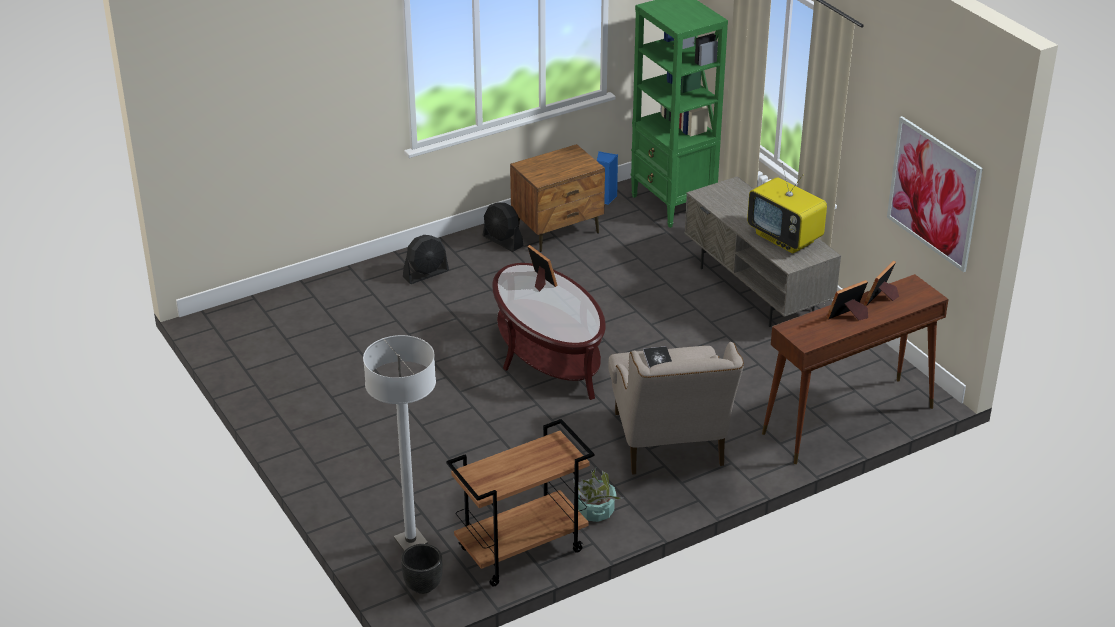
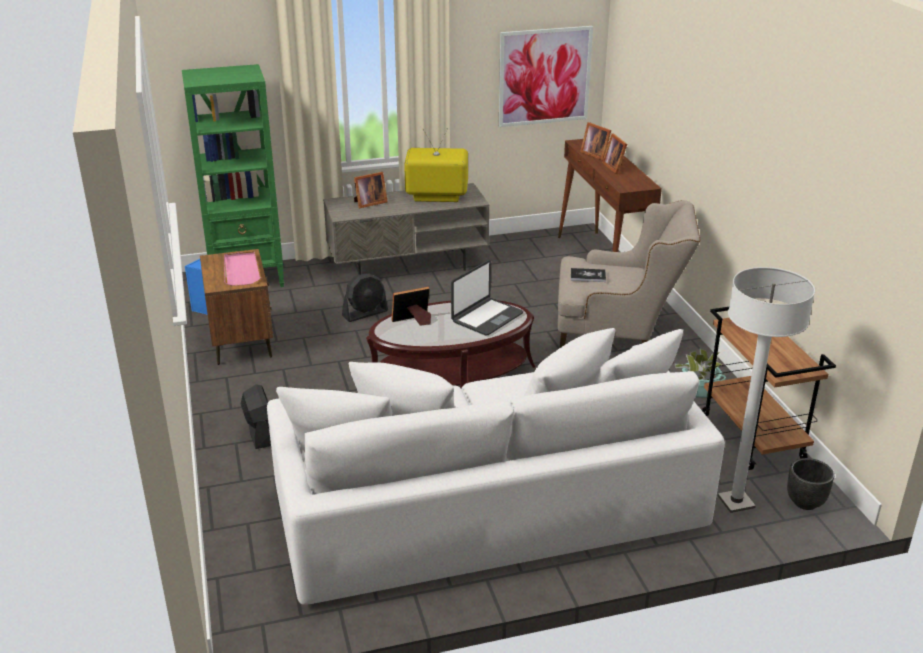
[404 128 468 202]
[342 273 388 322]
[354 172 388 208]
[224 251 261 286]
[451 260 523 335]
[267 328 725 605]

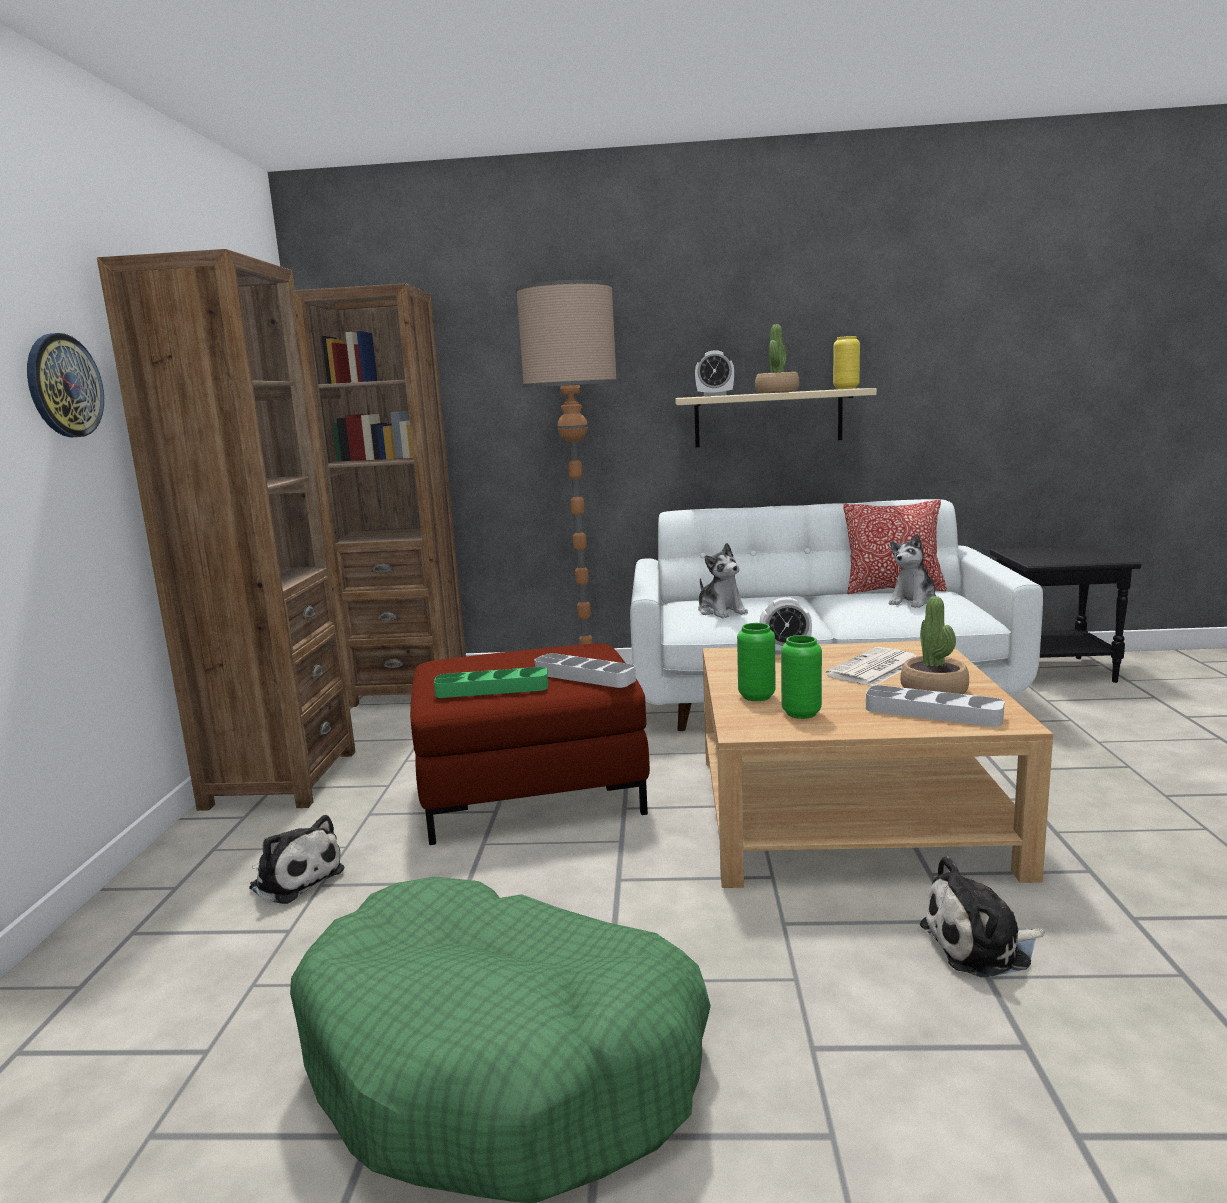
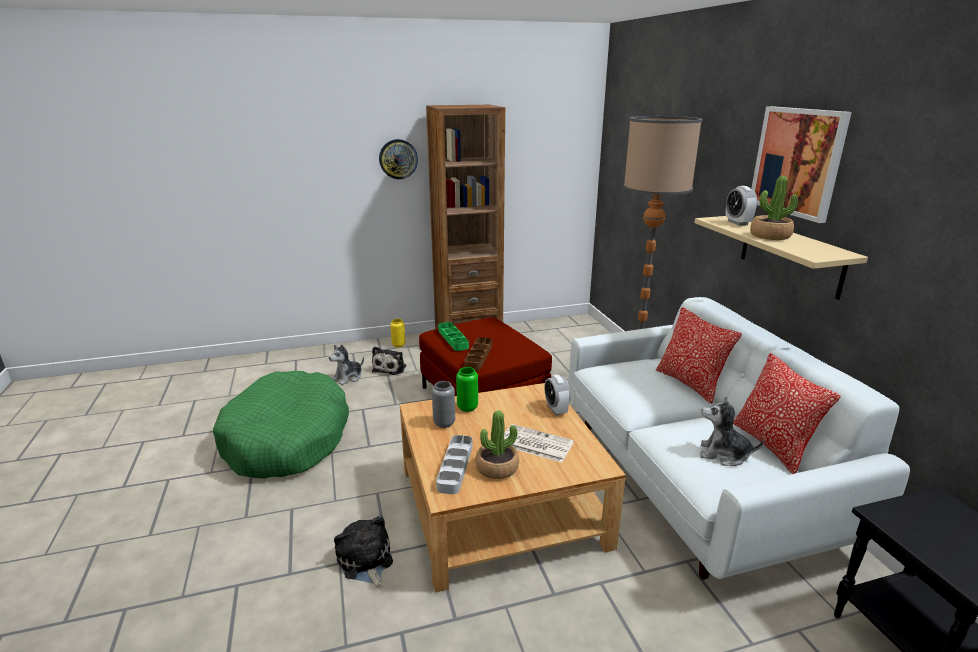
[295 283 466 707] (first image)
[390 319 406 348]
[329 344 364 385]
[432 381 455 428]
[464 337 492 370]
[751 106 852 223]
[656 307 742 404]

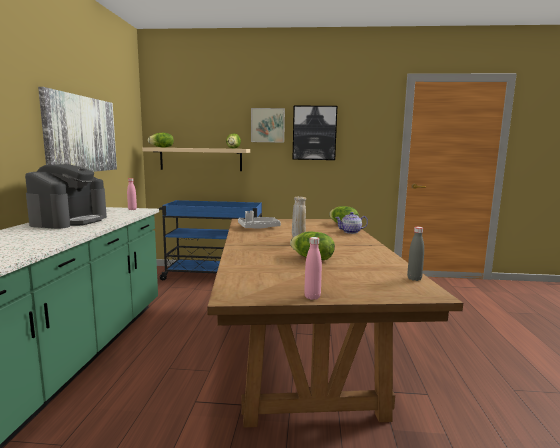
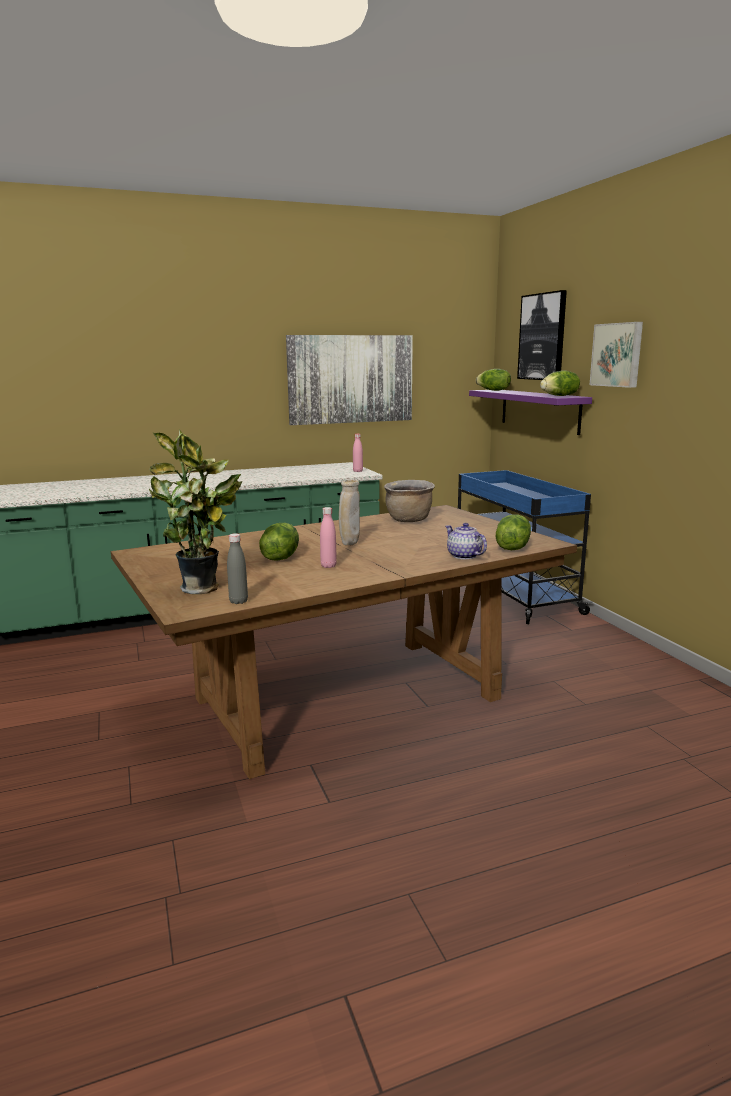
[517 290 567 380]
[469 390 592 435]
[25 164 107 229] (first image)
[384 480 435 522]
[320 507 337 568]
[149 429 242 594]

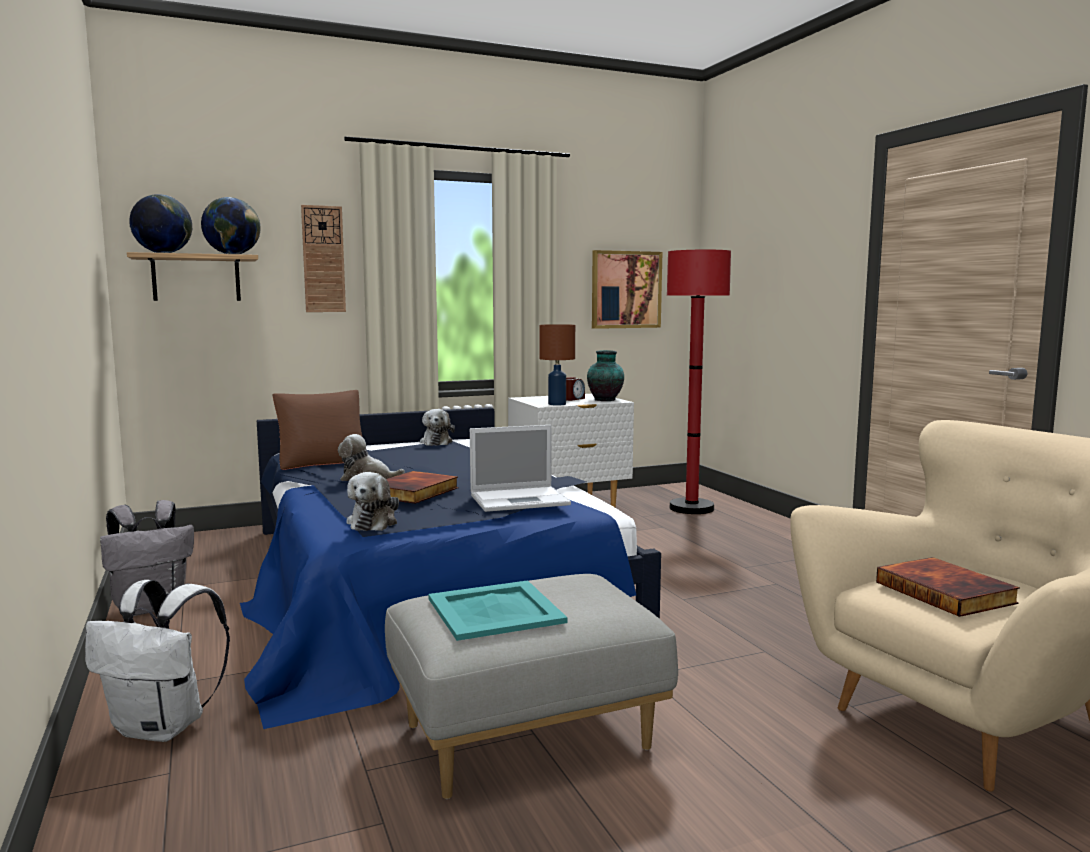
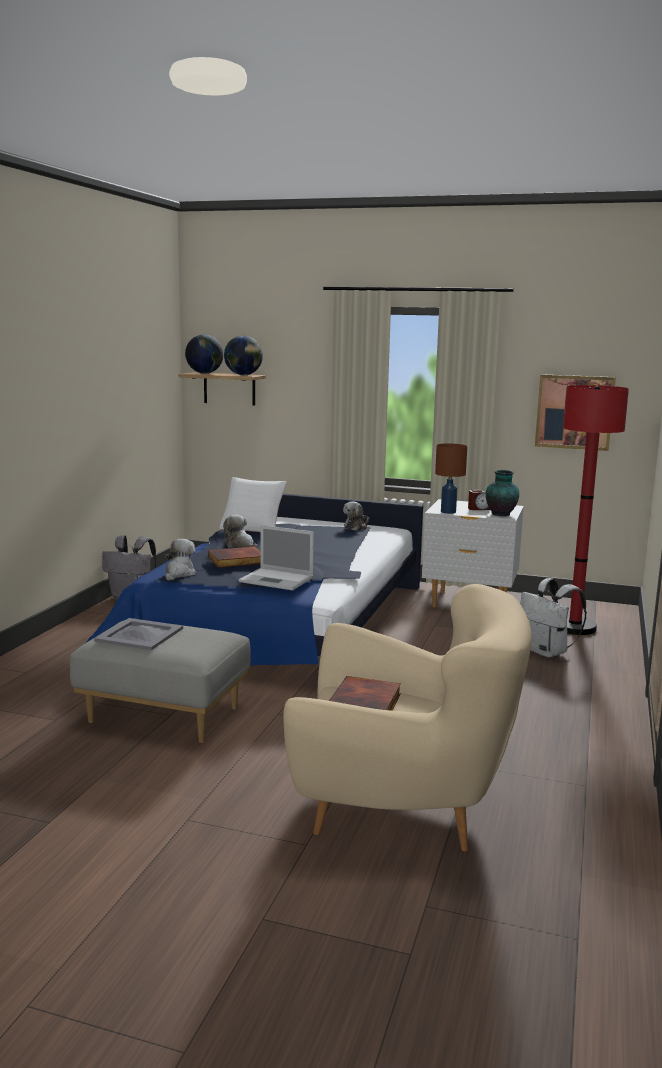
[301 205 346 312] (first image)
[219 477 287 532]
[165 539 196 581]
[520 578 587 658]
[94 618 183 650]

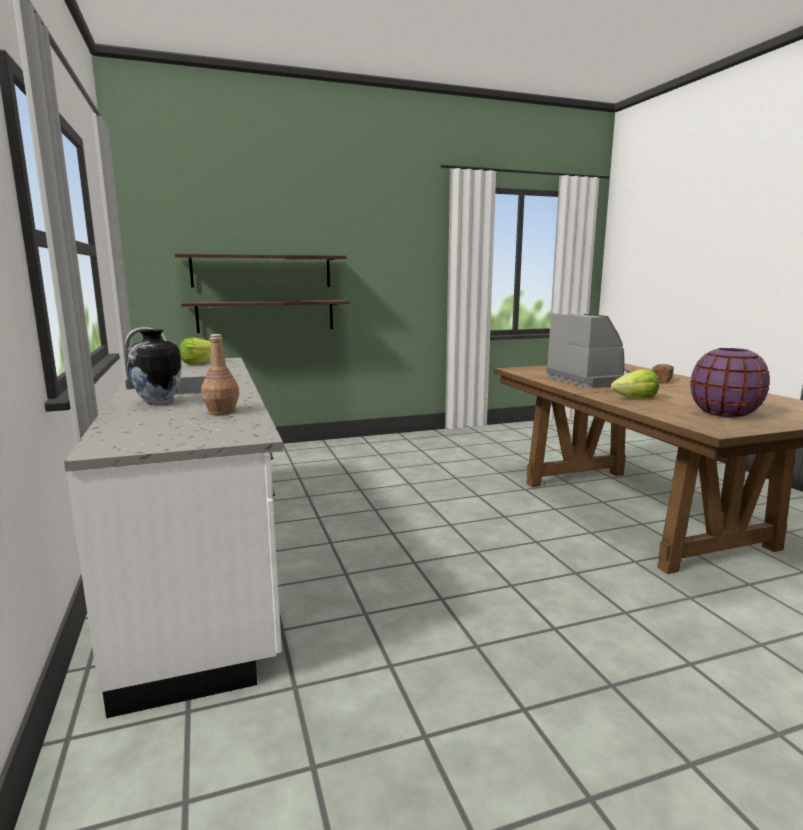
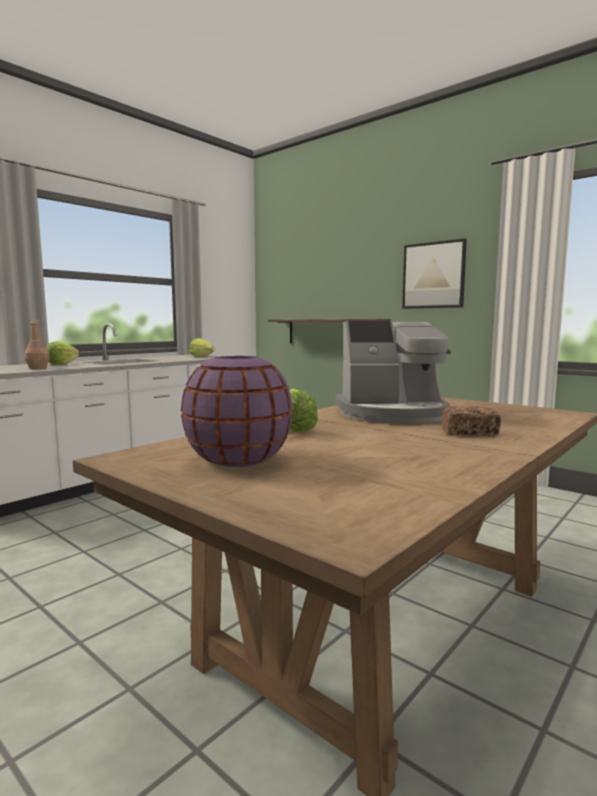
[175 254 346 288] (first image)
[335 321 451 424]
[46 341 80 365]
[402 238 467 309]

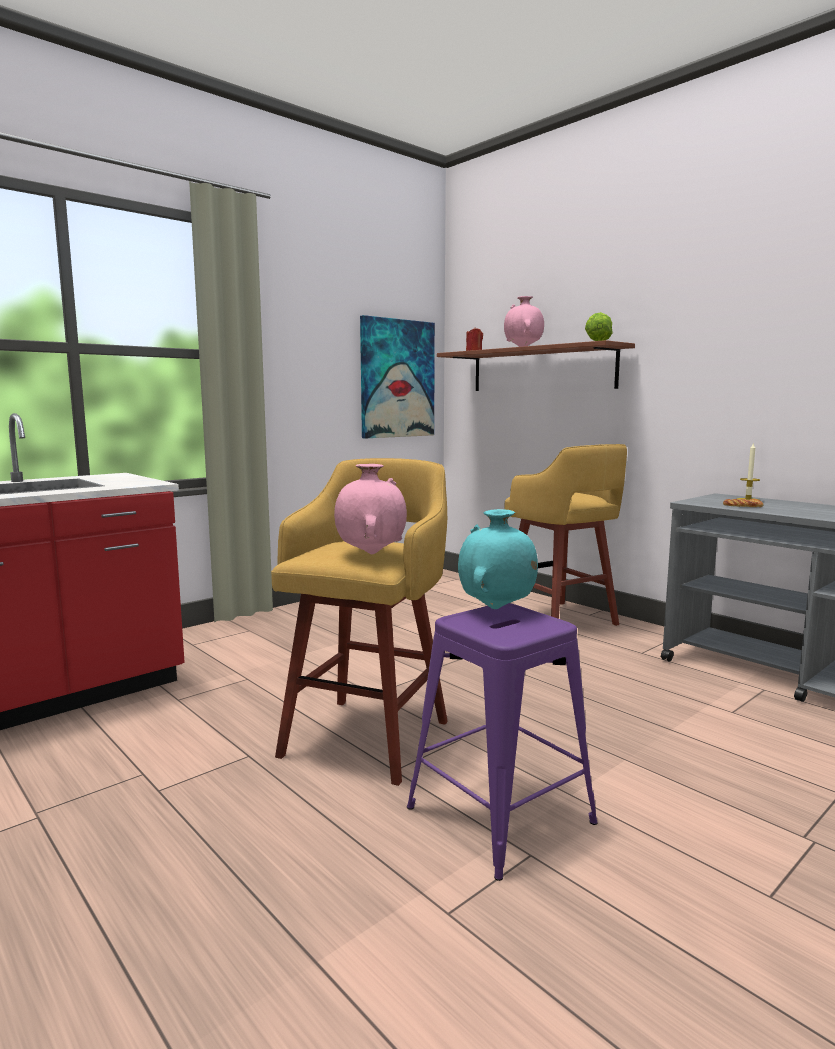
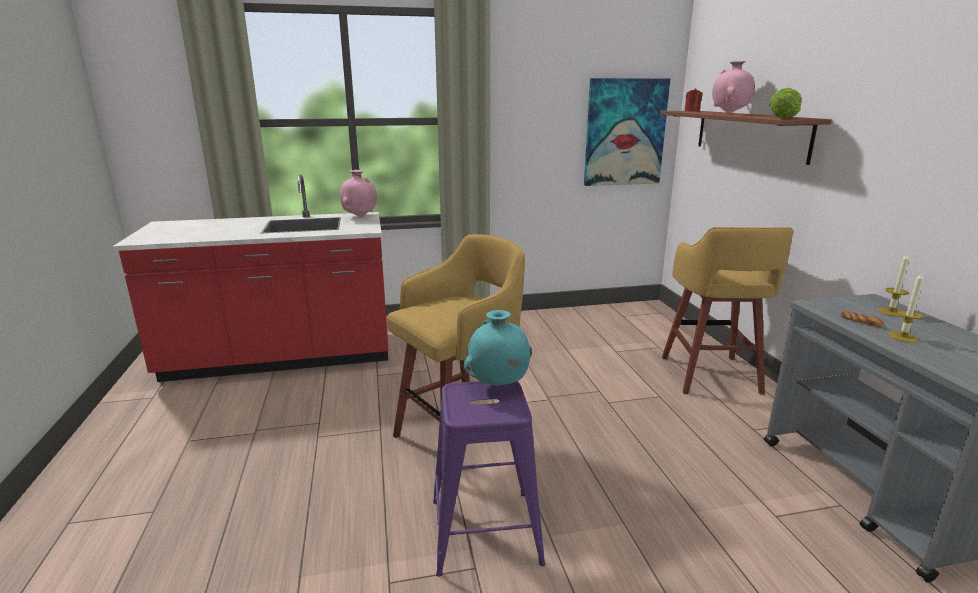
[339 170 377 217]
[888 272 923 343]

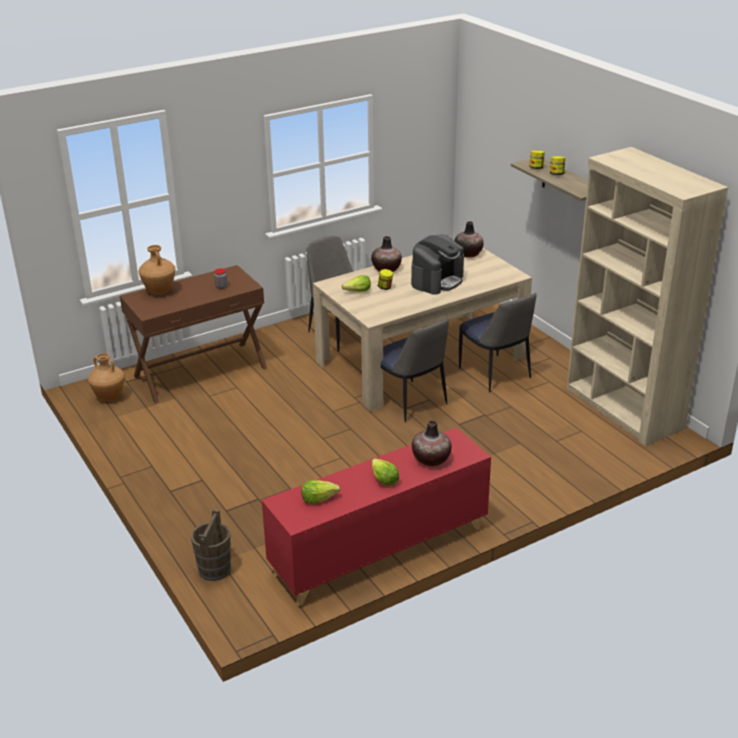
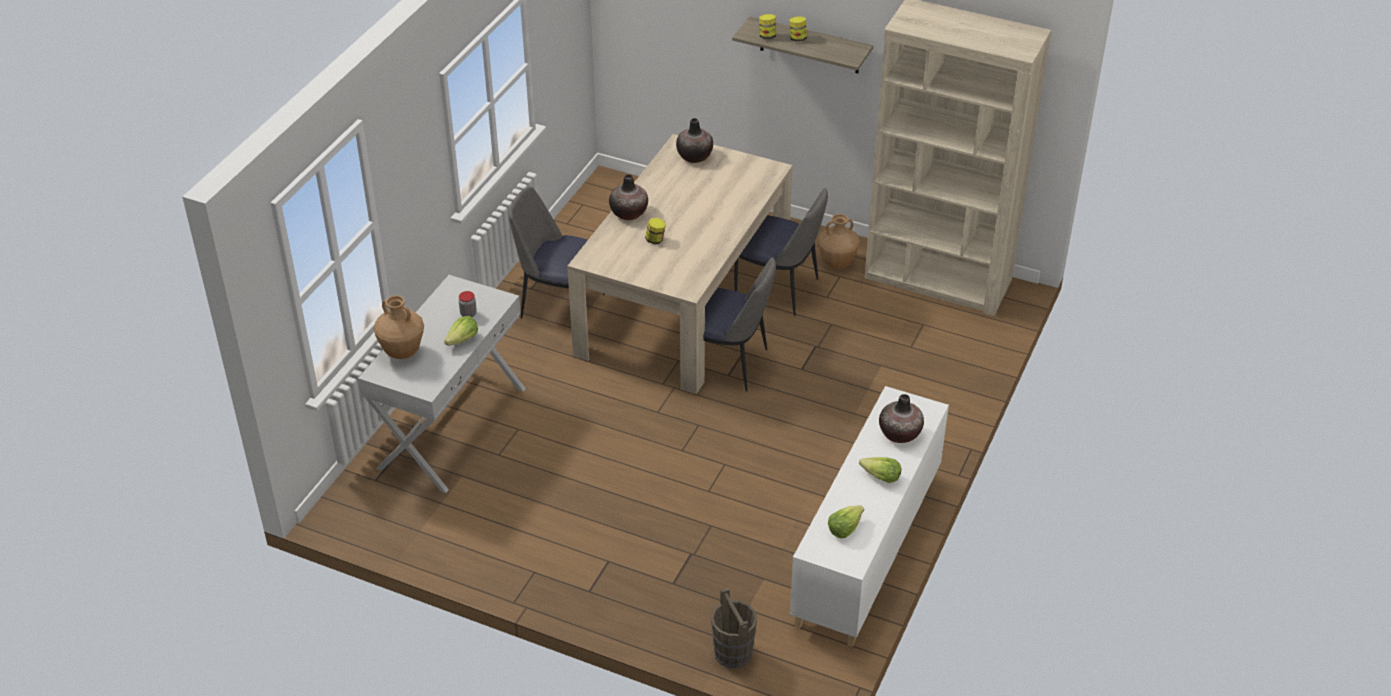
[411 235 464 295] (first image)
[358 275 526 493]
[444 316 478 346]
[818 214 860 269]
[790 386 949 647]

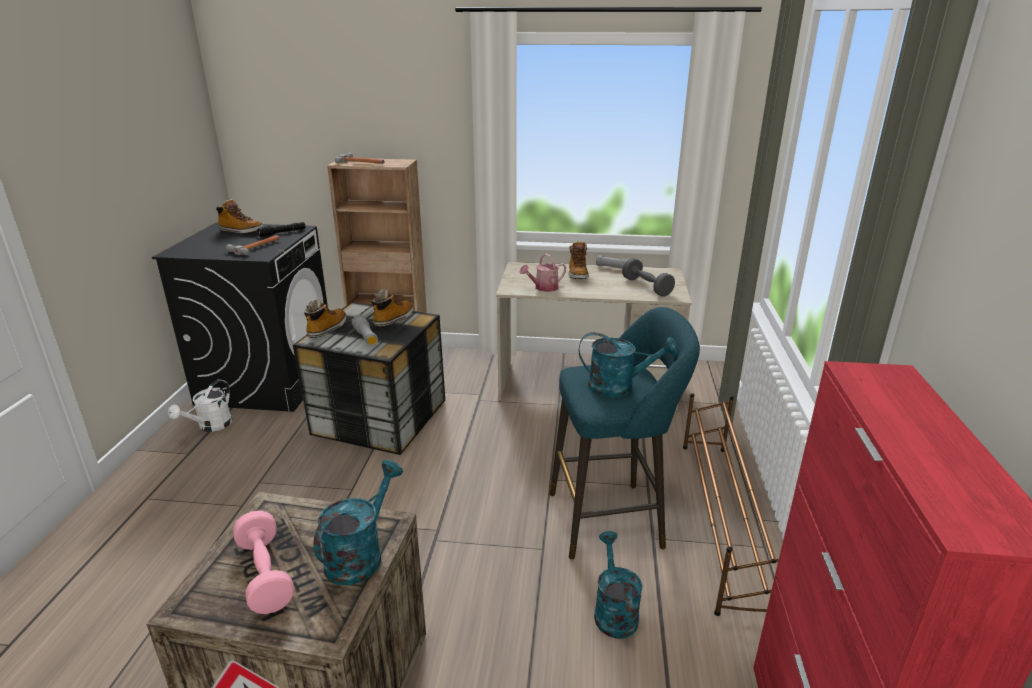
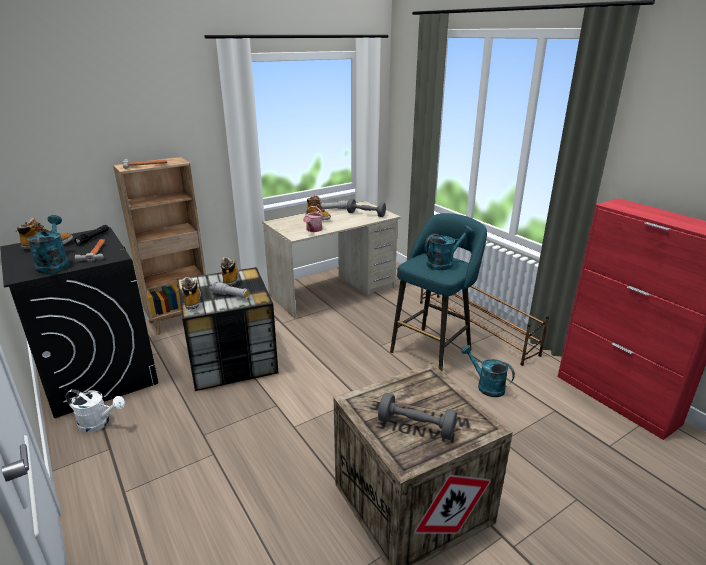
[66 389 125 433]
[27 215 69 274]
[378 393 457 440]

